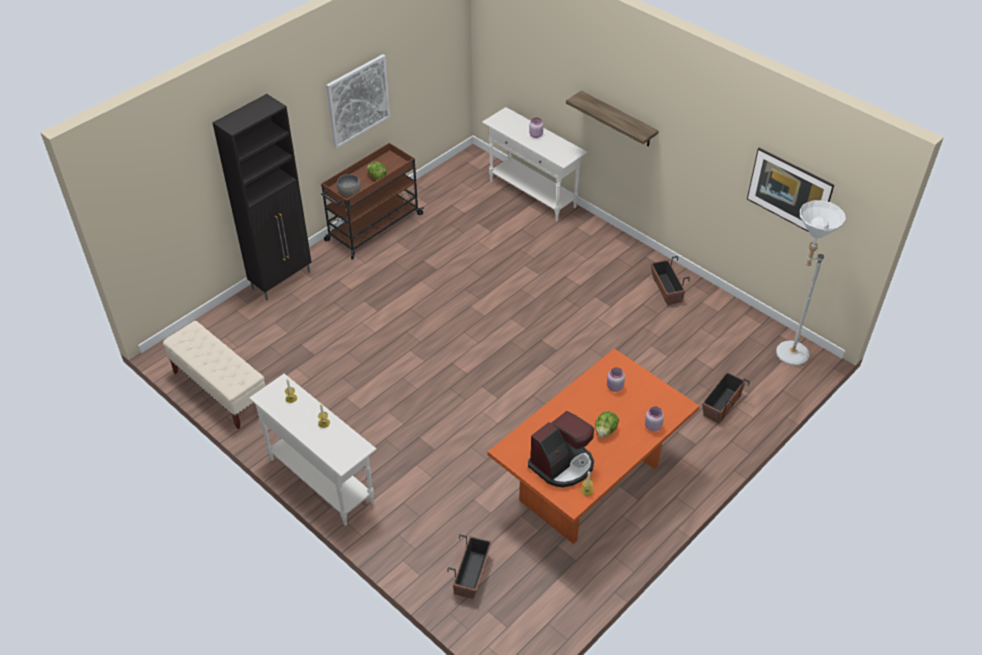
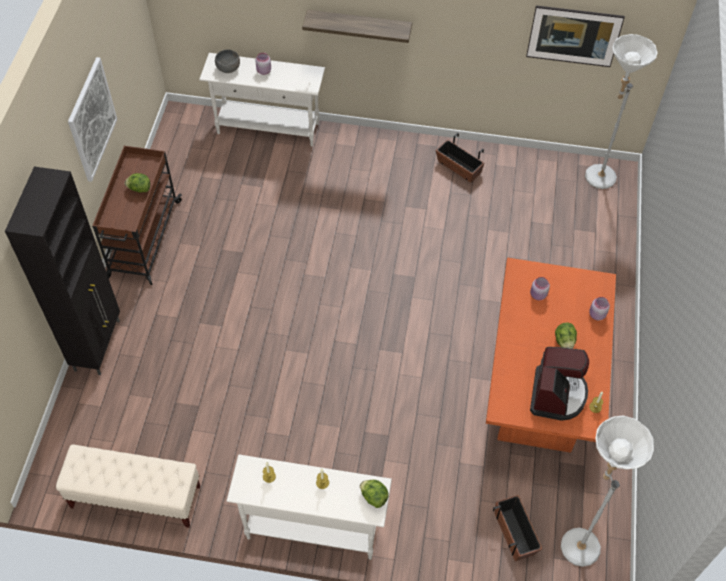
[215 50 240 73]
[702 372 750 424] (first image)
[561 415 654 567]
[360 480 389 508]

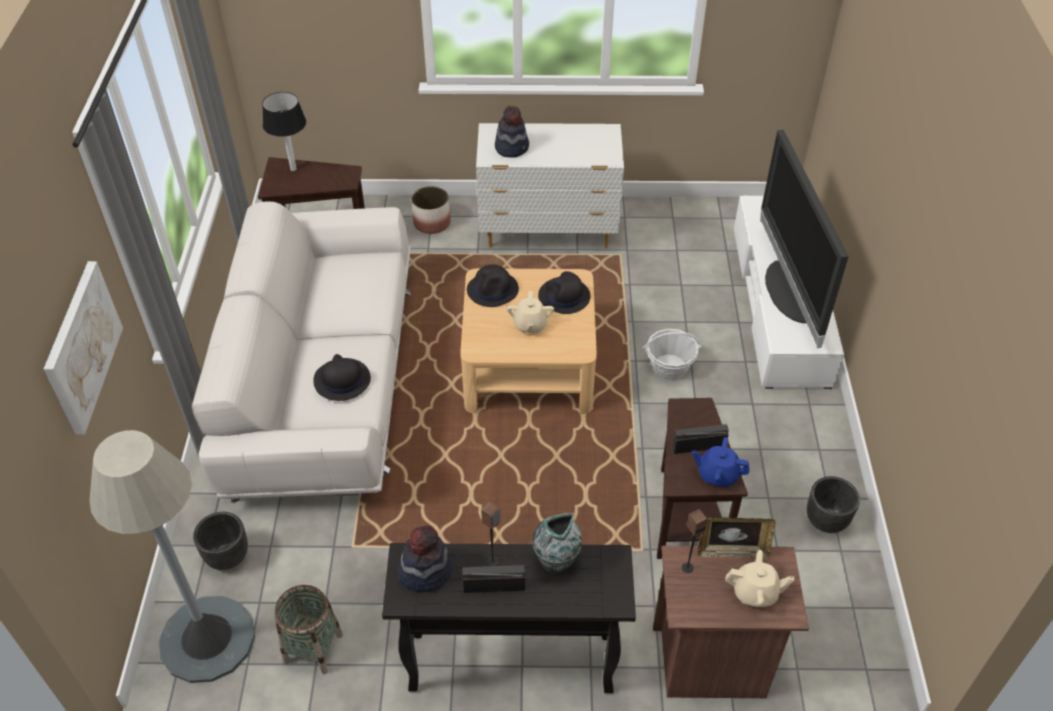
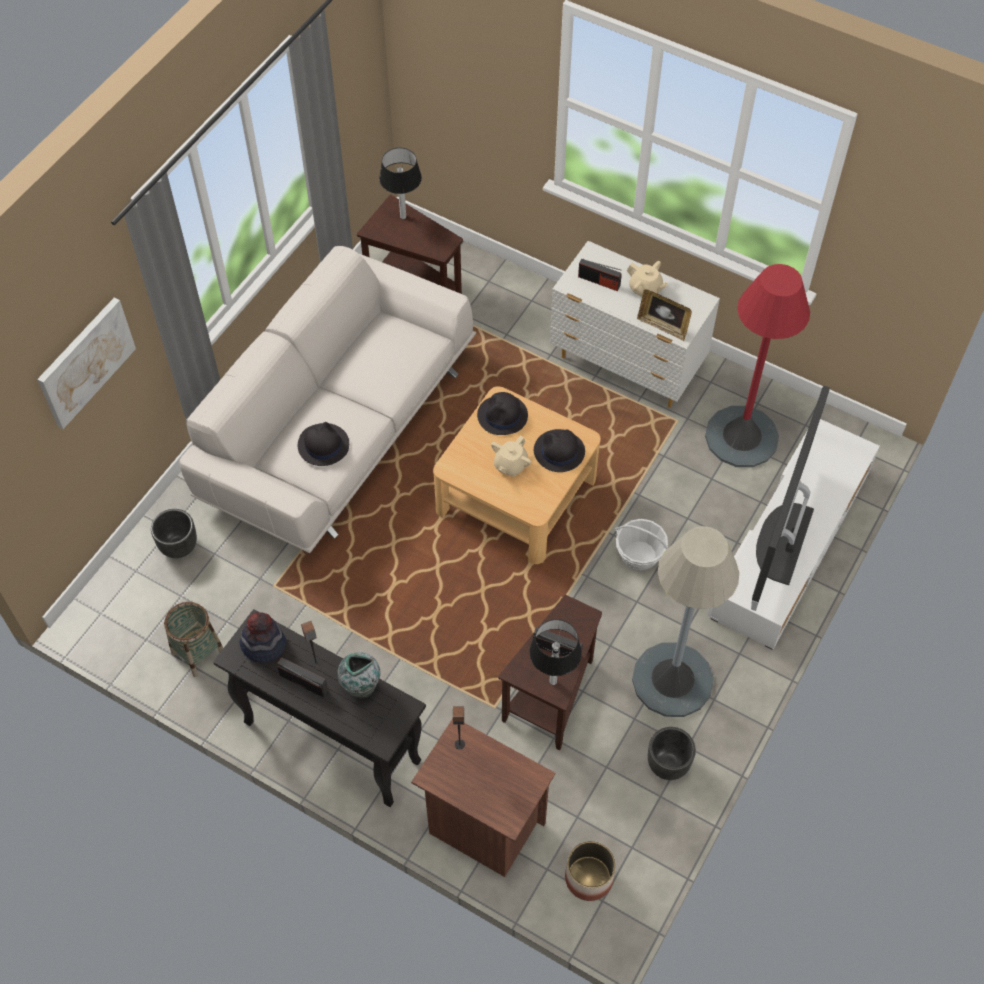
[578 259 622 291]
[565 841 616 901]
[632 526 739 717]
[529 619 582 685]
[637 289 692 341]
[627 261 668 297]
[705 264 810 467]

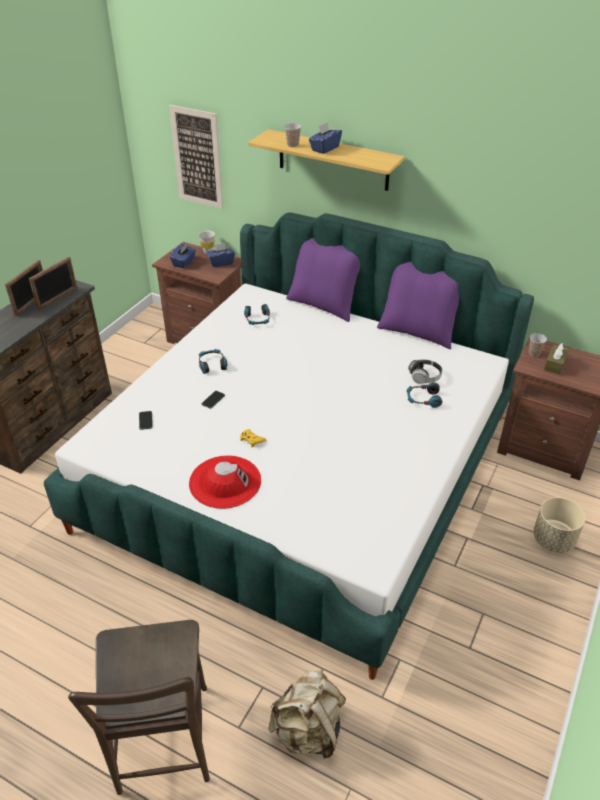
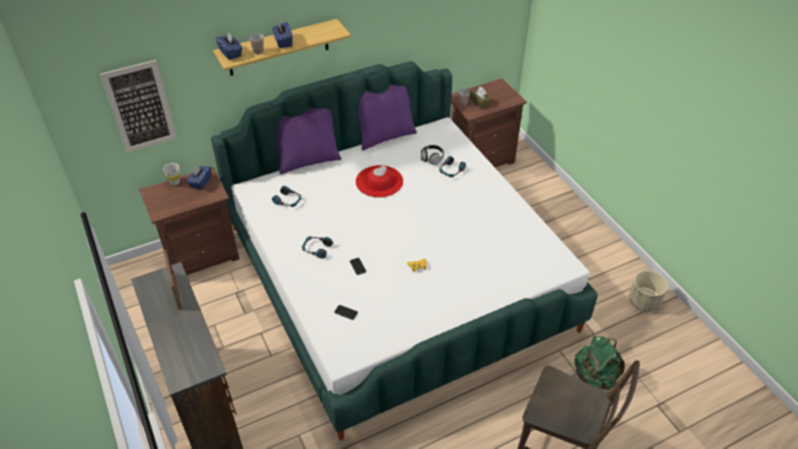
[216 32 242 60]
[5 260 43 317] (first image)
[356 165 403 198]
[629 271 668 312]
[575 336 625 390]

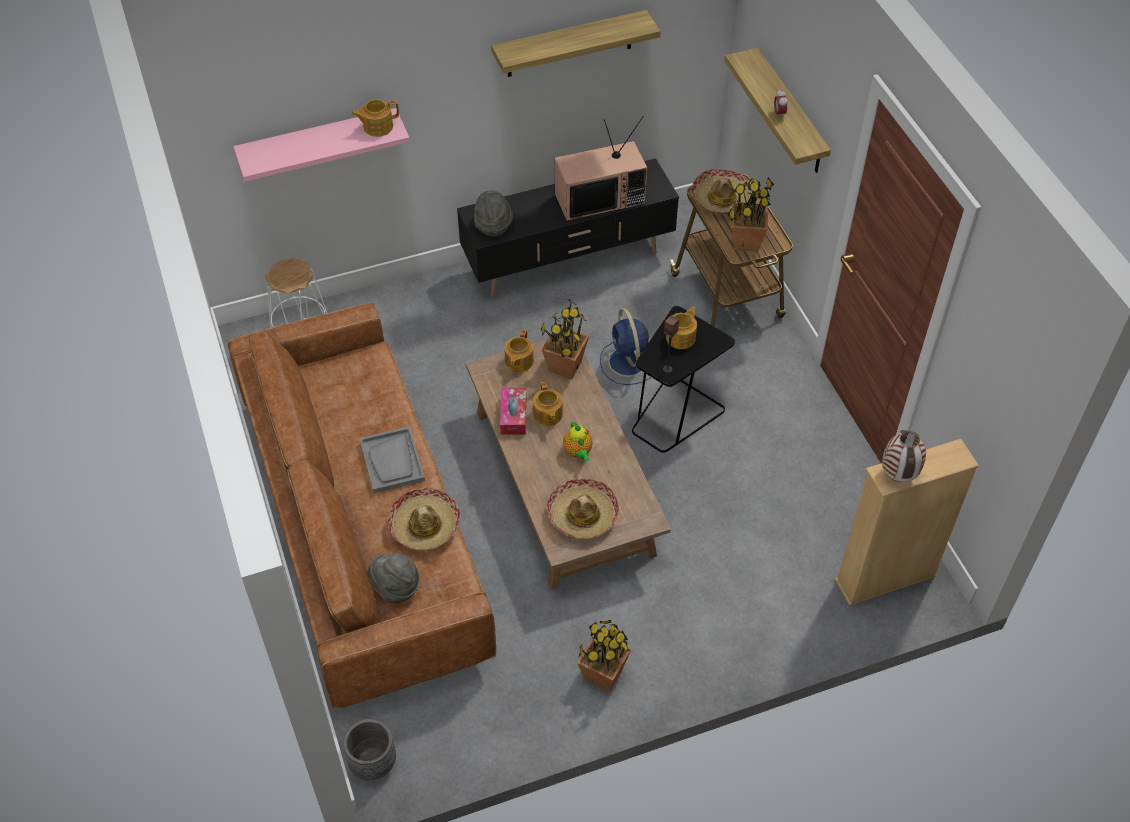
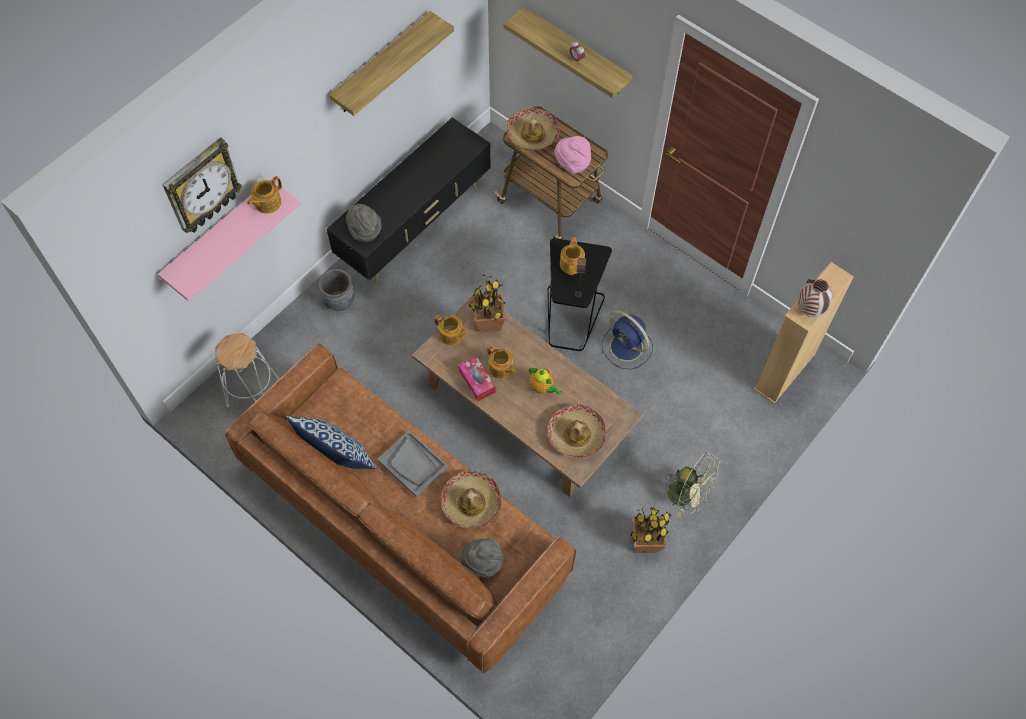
[555 116 647 221] (first image)
[554 136 591 174]
[602 311 653 369]
[434 315 469 345]
[318 269 355 311]
[162 137 242 233]
[286 416 377 469]
[665 452 720 518]

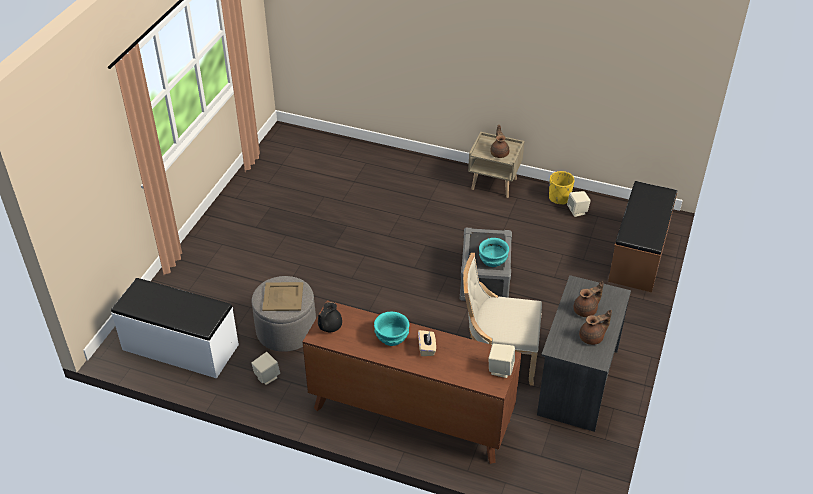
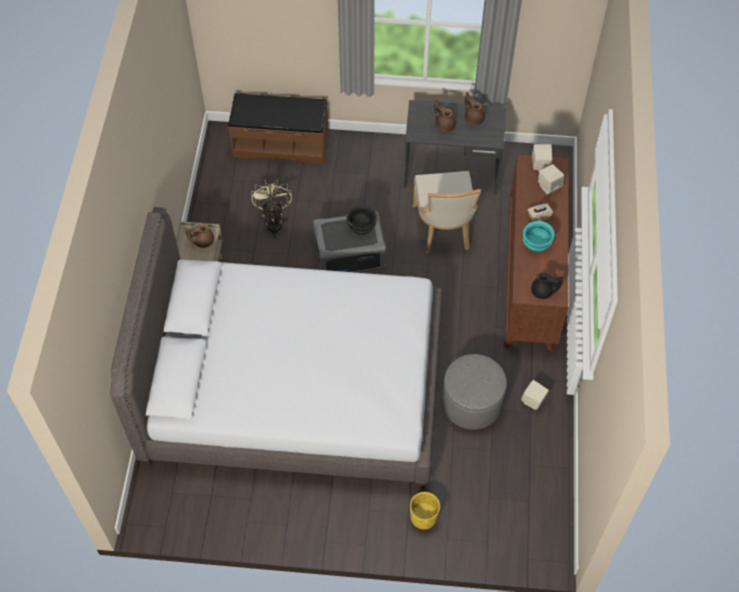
[410 492 440 529]
[538 164 564 194]
[346 205 376 235]
[111 278 239 378] (first image)
[262 282 303 311] (first image)
[251 180 292 239]
[110 207 442 488]

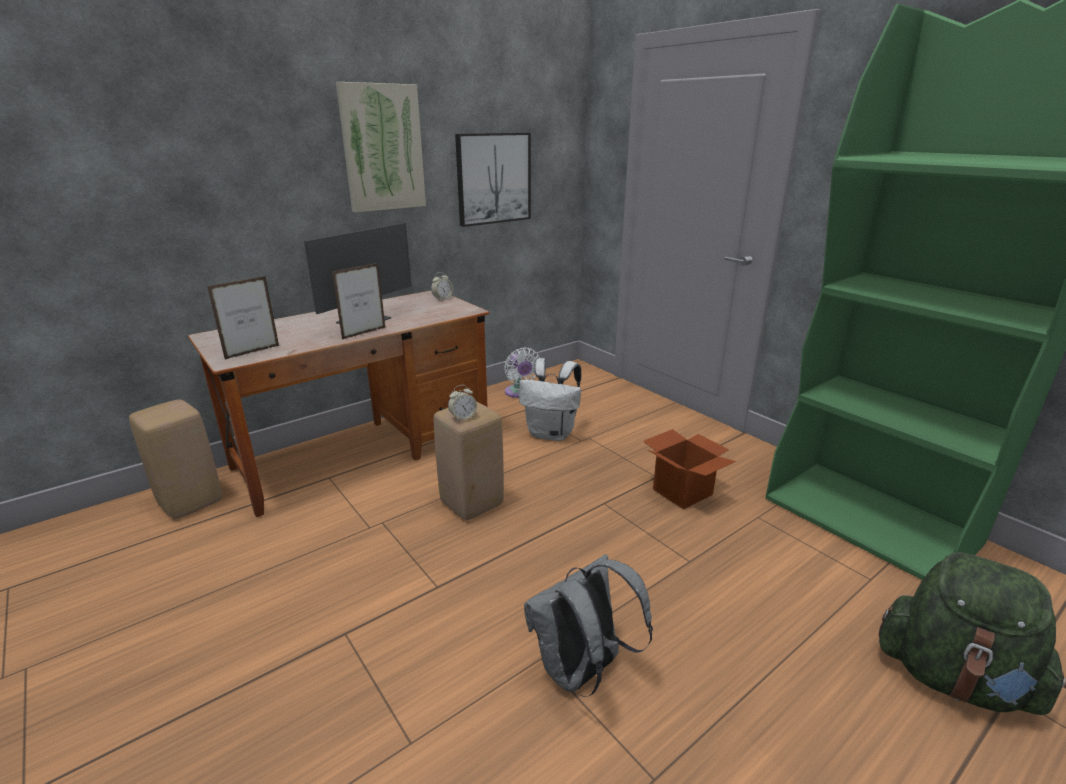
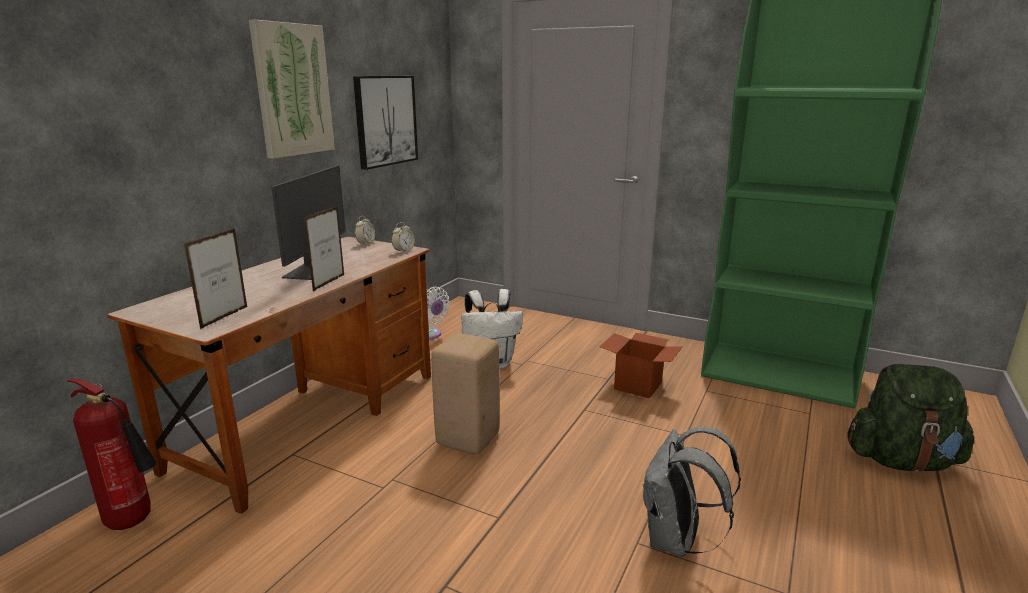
[391 222 415 253]
[67 379 156 530]

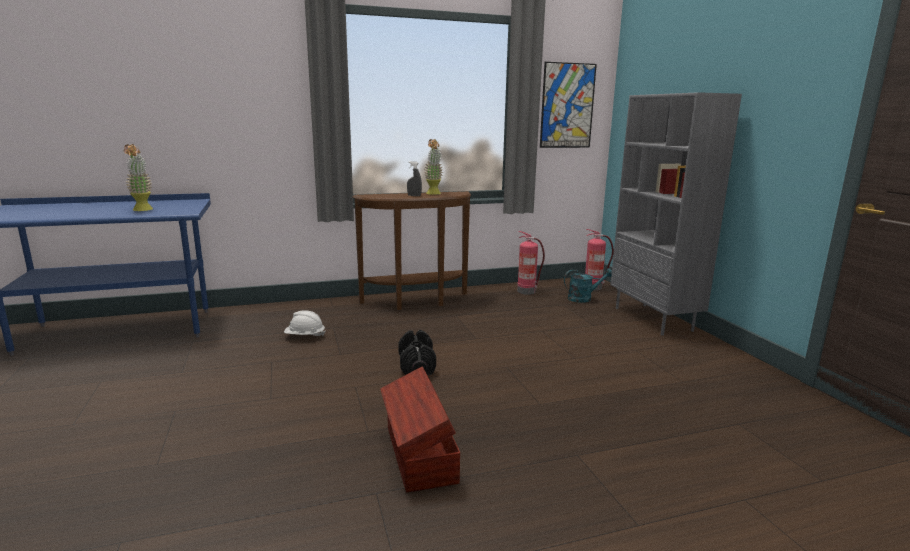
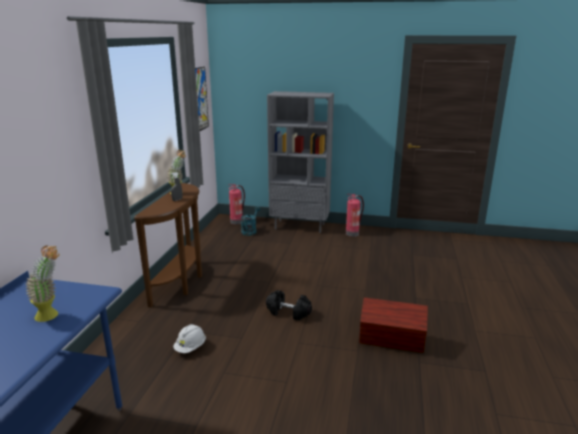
[346 194 364 237]

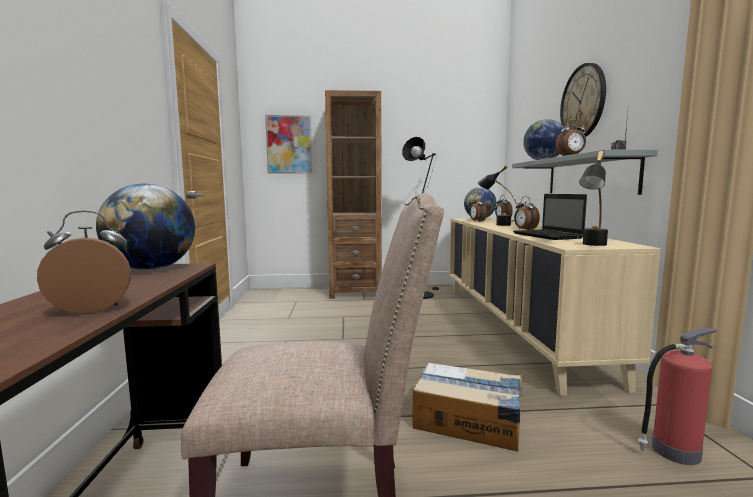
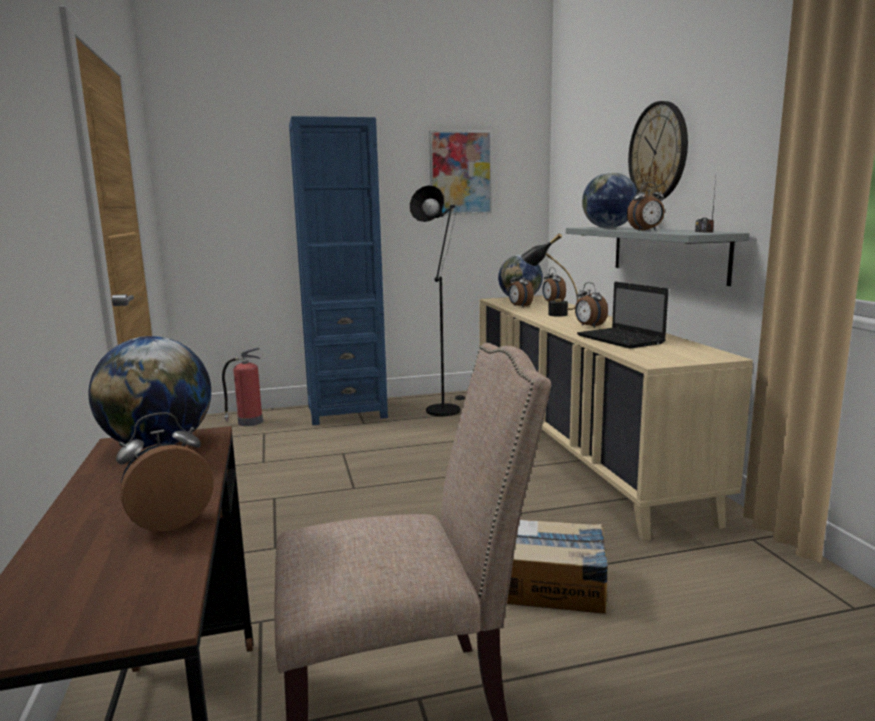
[289 116 388 425]
[429 130 492 215]
[579 151 608 246] (first image)
[222 347 263 426]

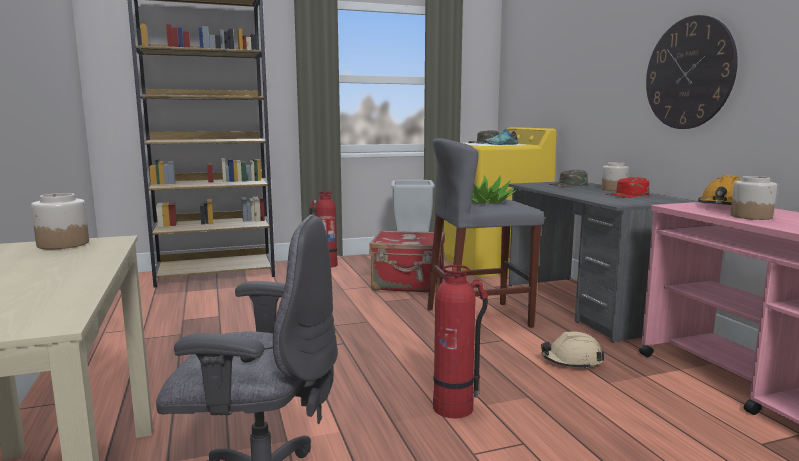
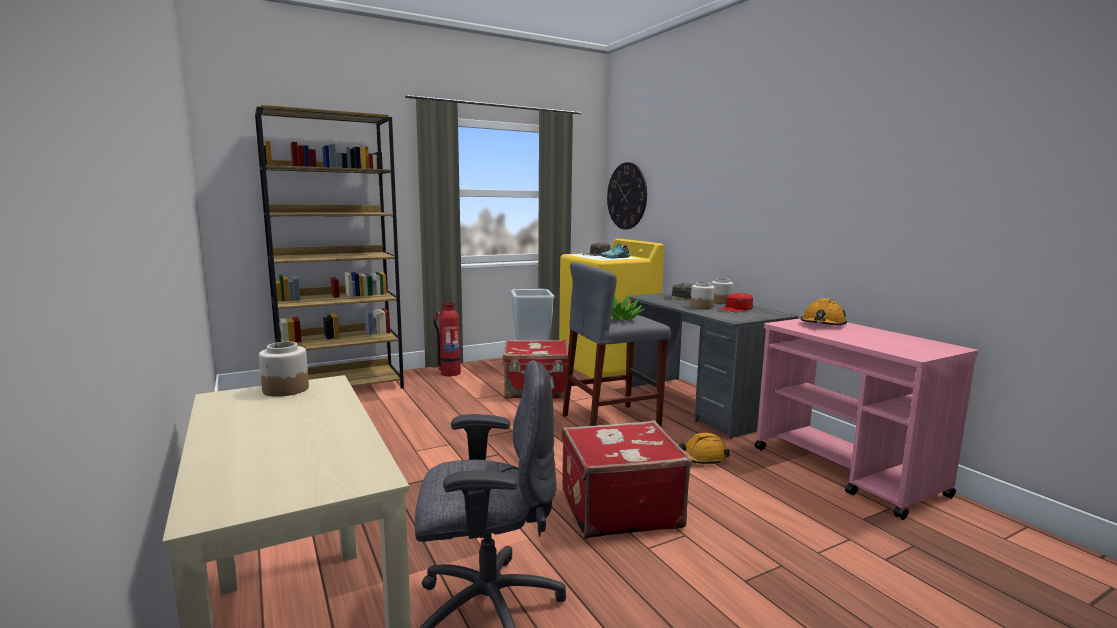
[607 162 647 229]
[690 282 715 309]
[562 420 692 539]
[679 433 730 465]

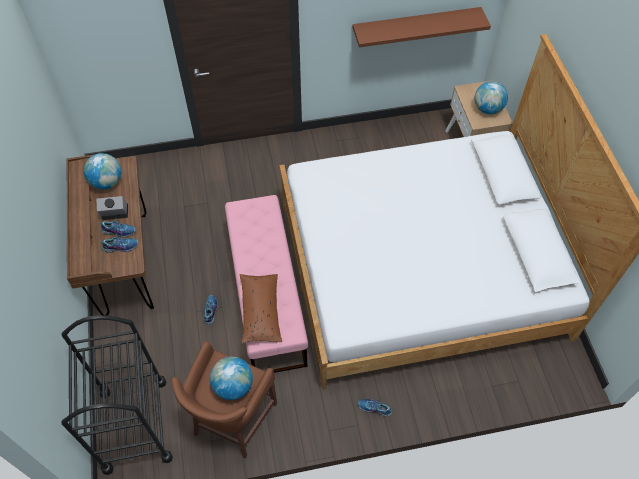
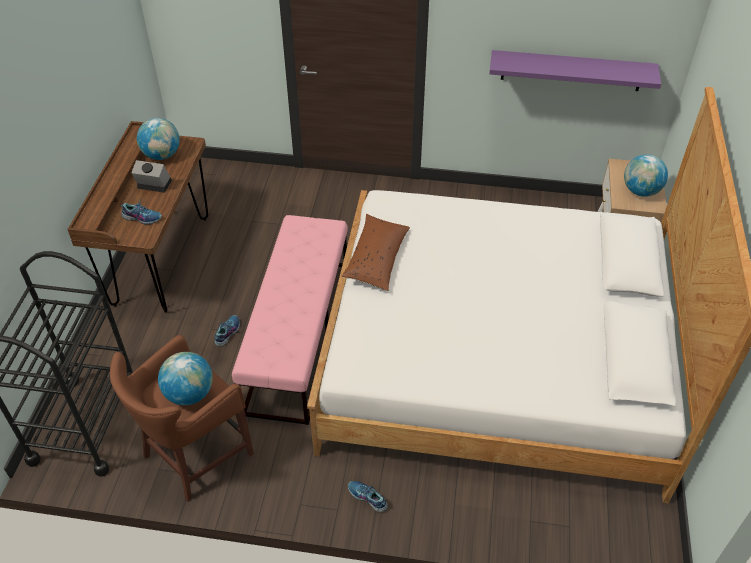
[489 50 661 91]
[100 219 136 238] (first image)
[341 214 410 291]

